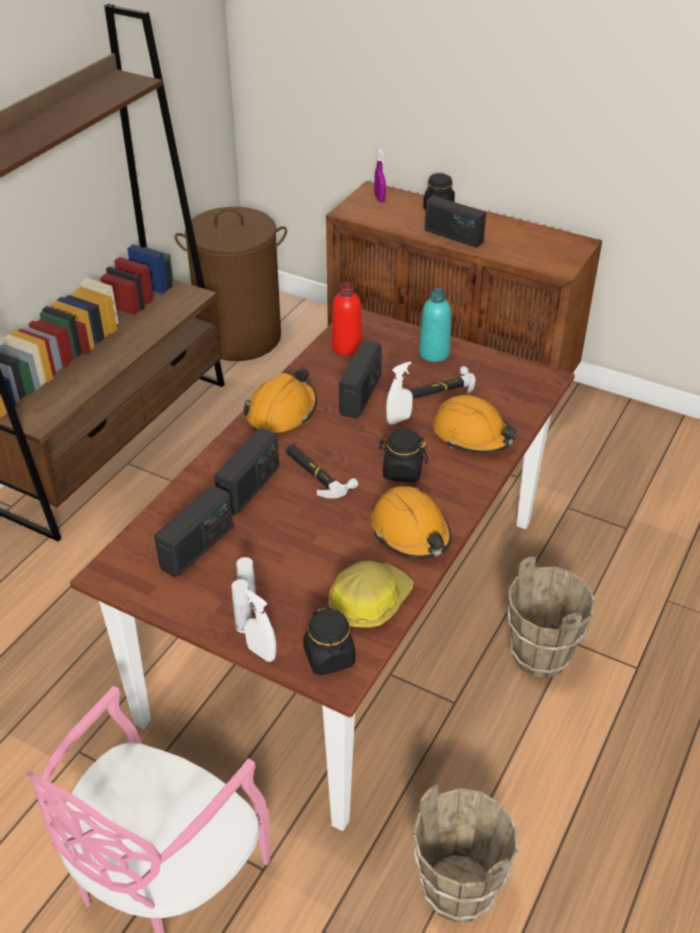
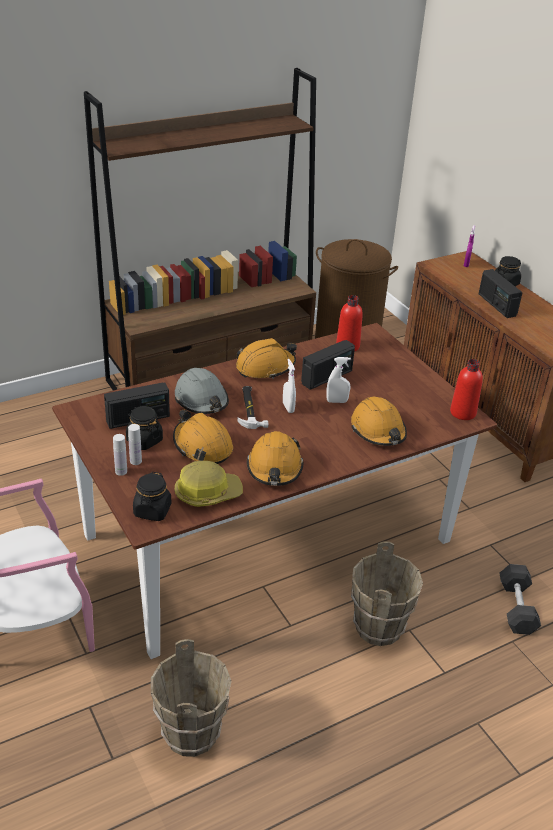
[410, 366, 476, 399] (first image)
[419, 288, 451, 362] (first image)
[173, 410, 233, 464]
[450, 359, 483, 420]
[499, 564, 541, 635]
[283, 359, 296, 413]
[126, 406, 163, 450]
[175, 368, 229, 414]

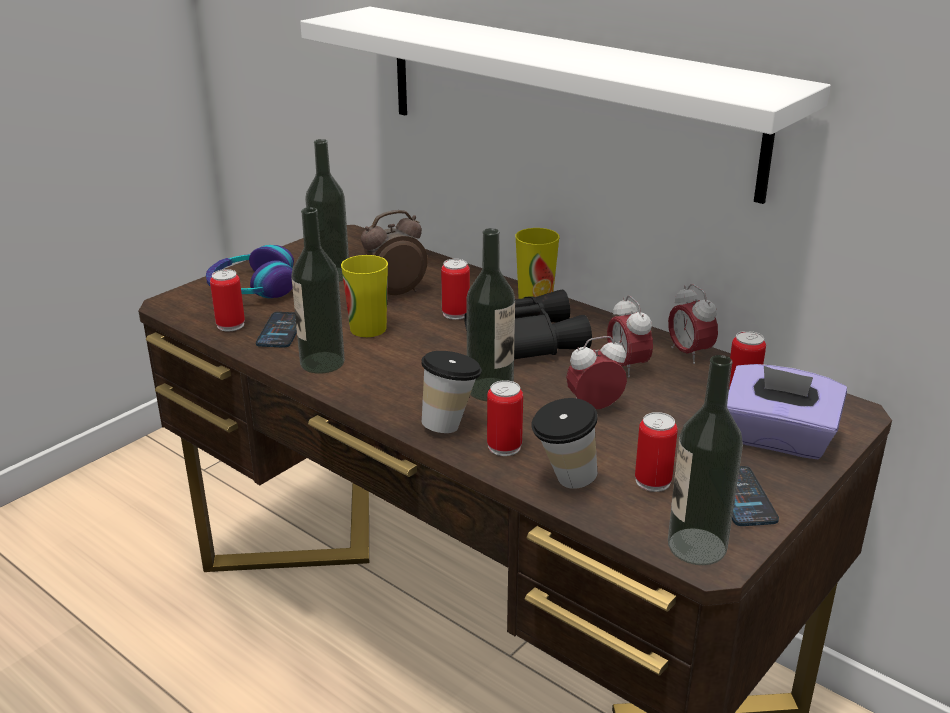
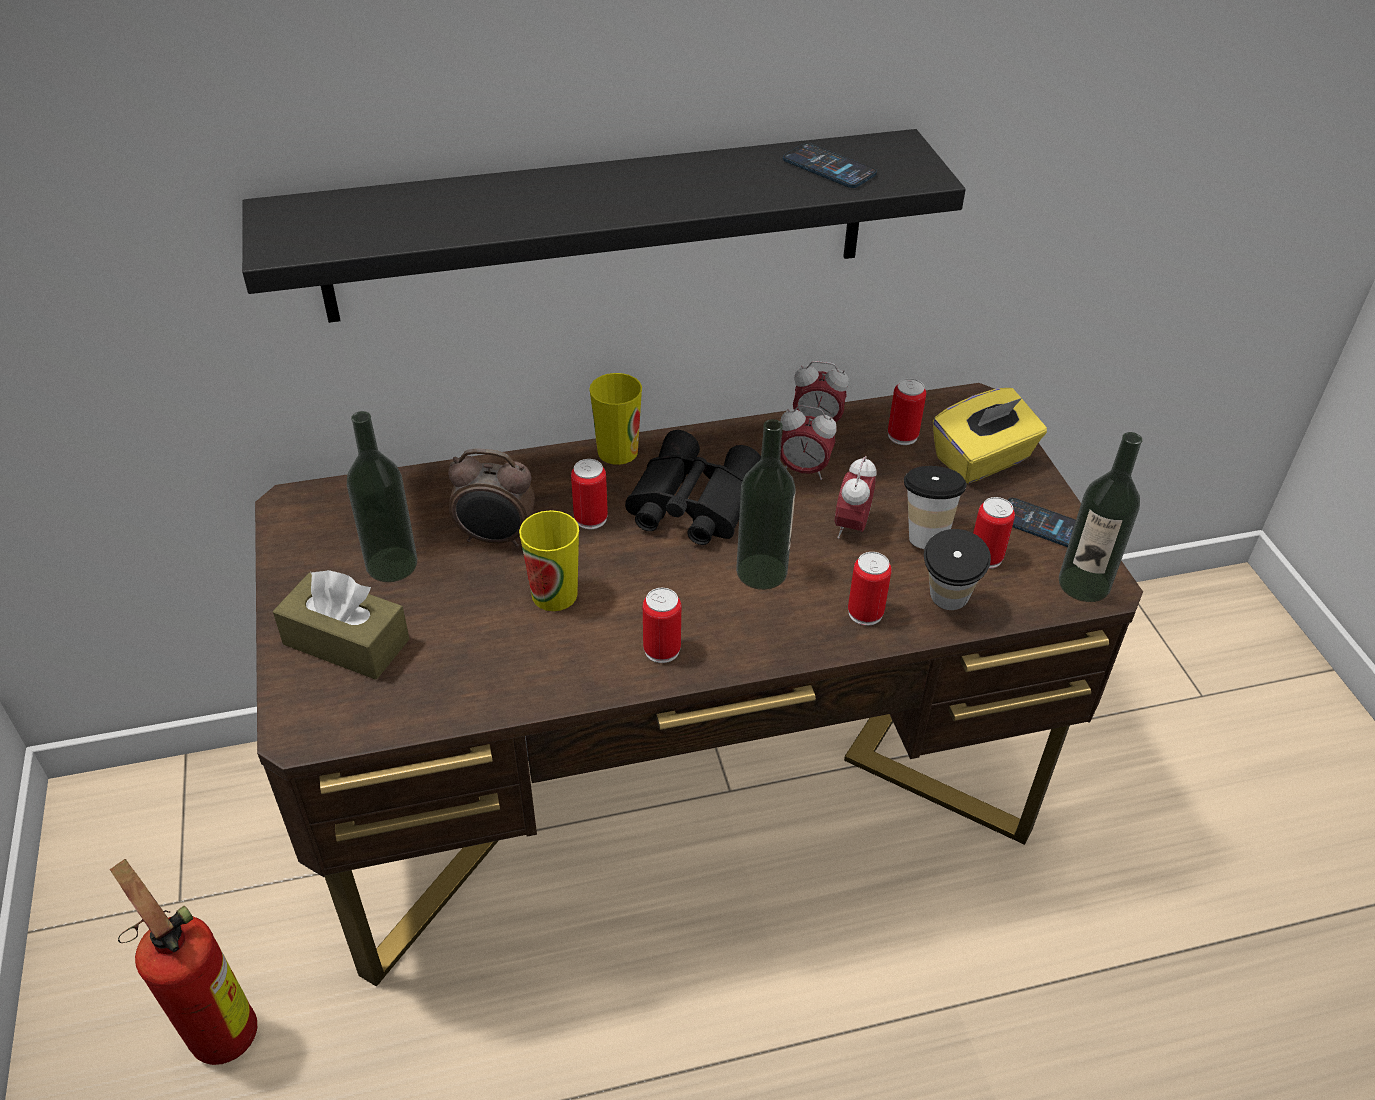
[291, 207, 345, 374] (first image)
[110, 859, 257, 1065]
[643, 588, 681, 663]
[783, 143, 877, 188]
[904, 466, 967, 549]
[273, 570, 409, 680]
[242, 129, 966, 323]
[933, 388, 1047, 483]
[449, 449, 535, 547]

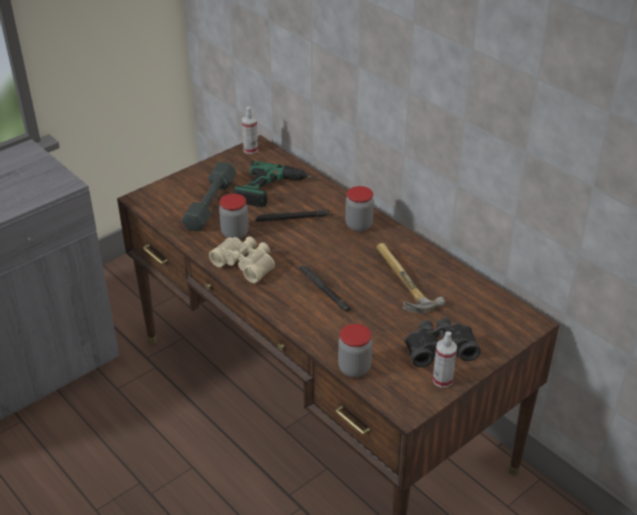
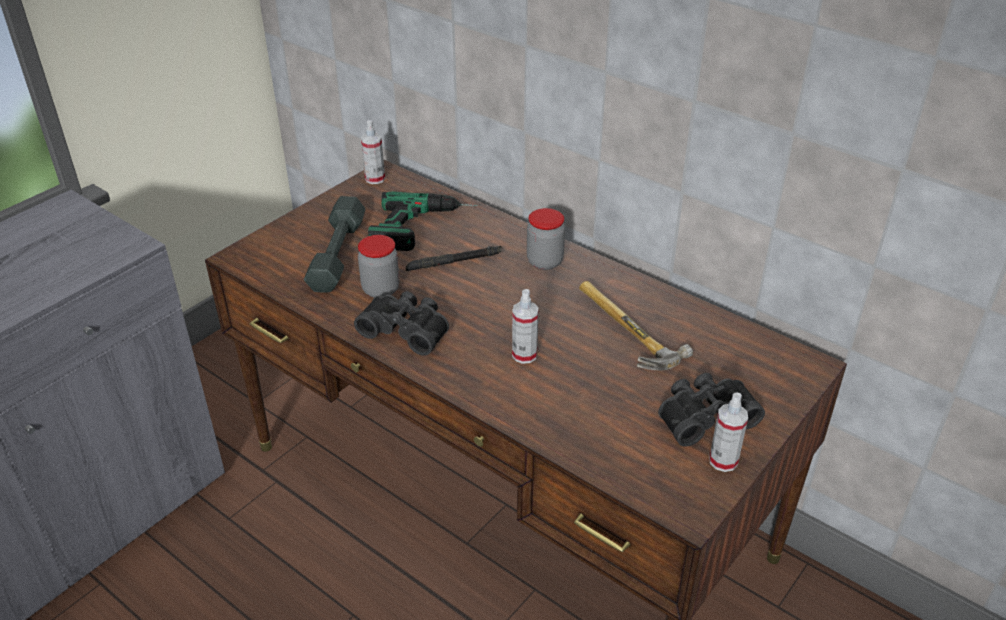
[338, 324, 372, 377] (first image)
[512, 289, 539, 364]
[354, 291, 449, 356]

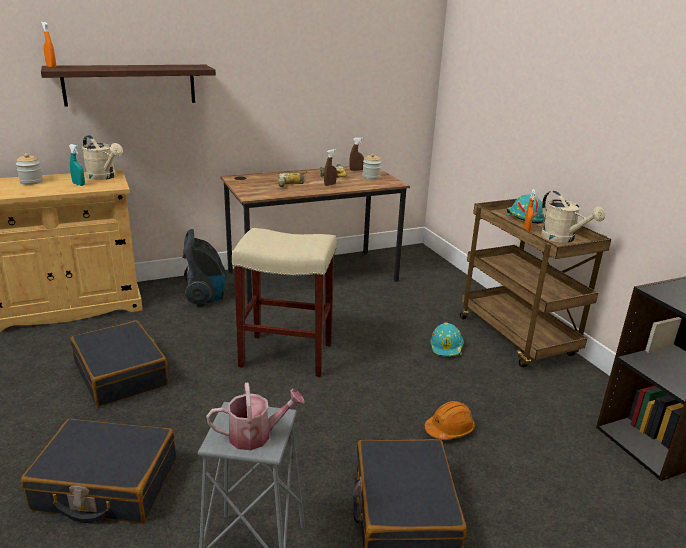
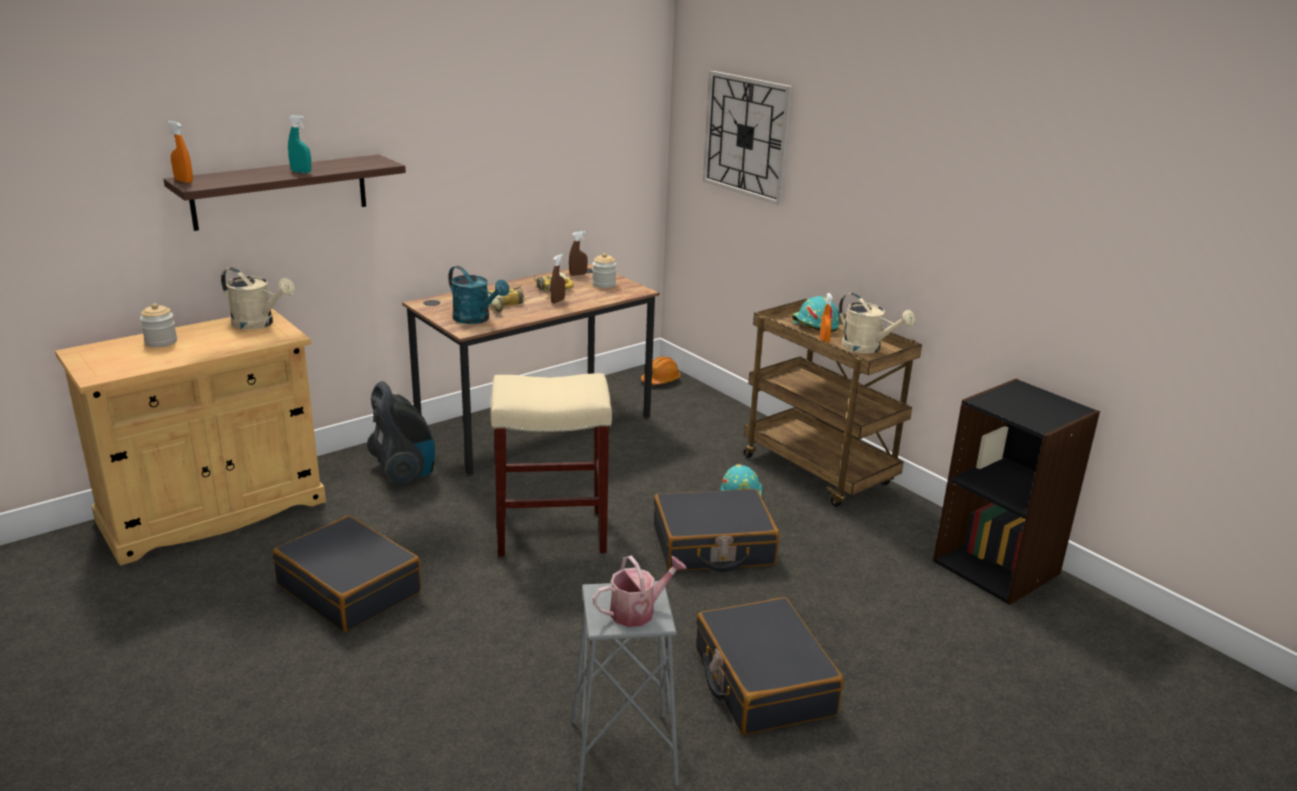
[448, 266, 509, 324]
[703, 71, 793, 205]
[654, 489, 779, 572]
[288, 115, 311, 173]
[641, 356, 681, 385]

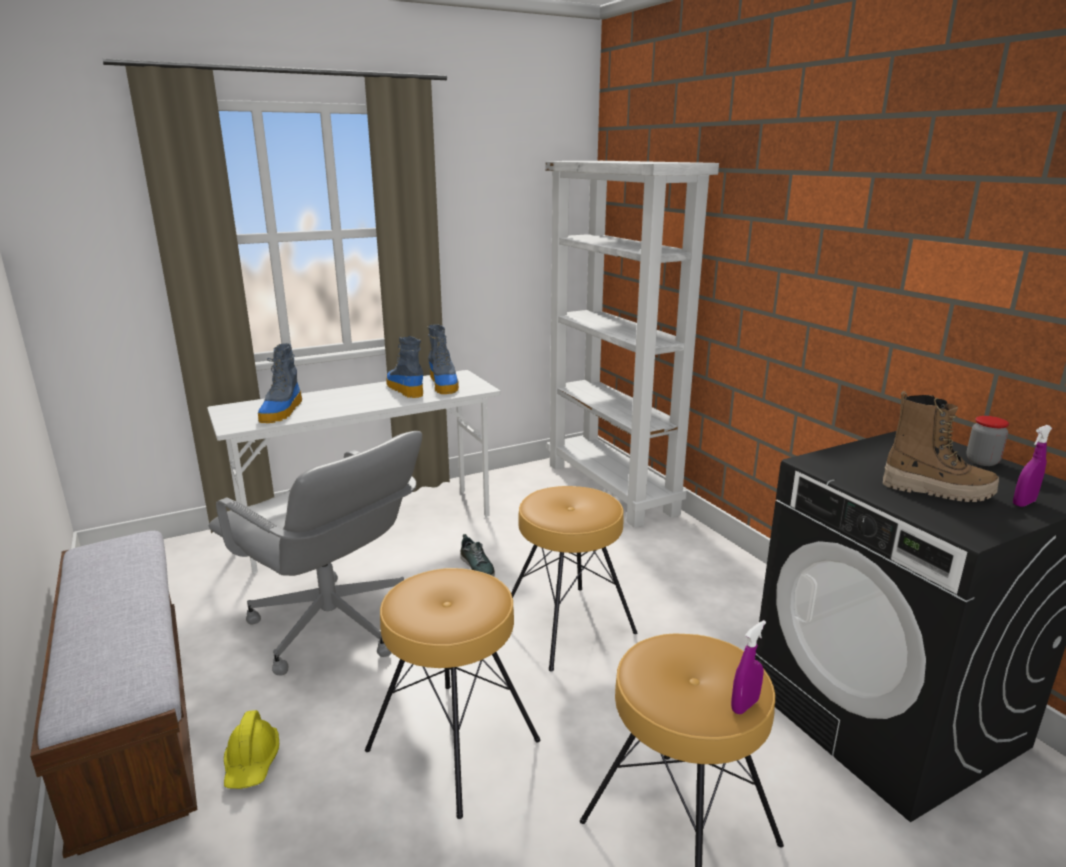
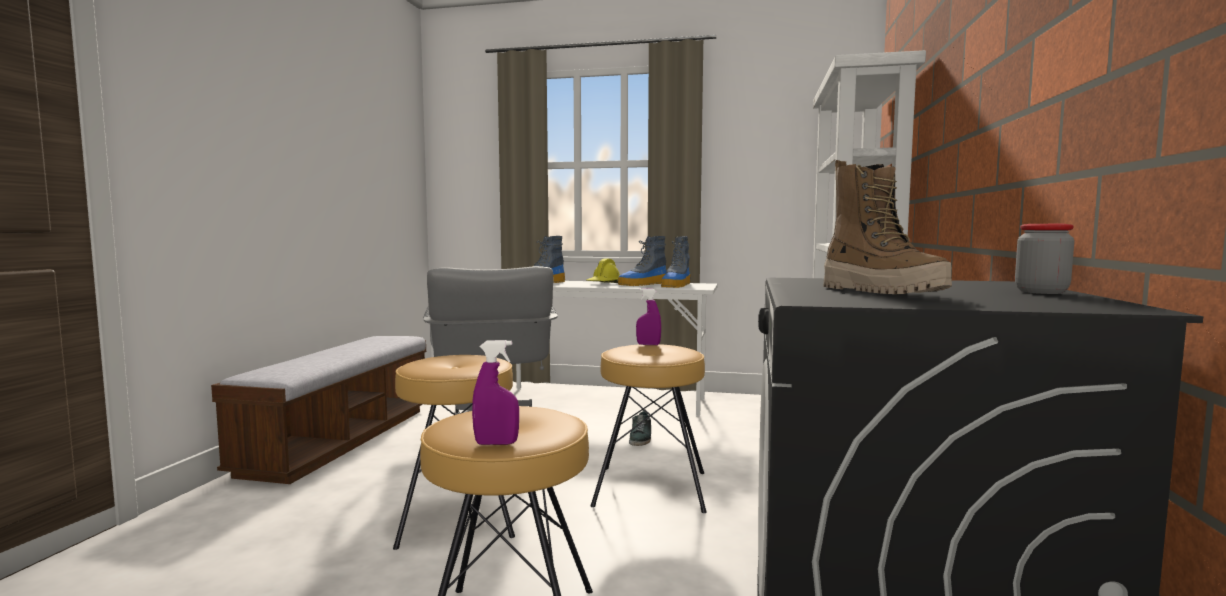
[586, 259, 620, 283]
[636, 288, 661, 345]
[618, 236, 666, 286]

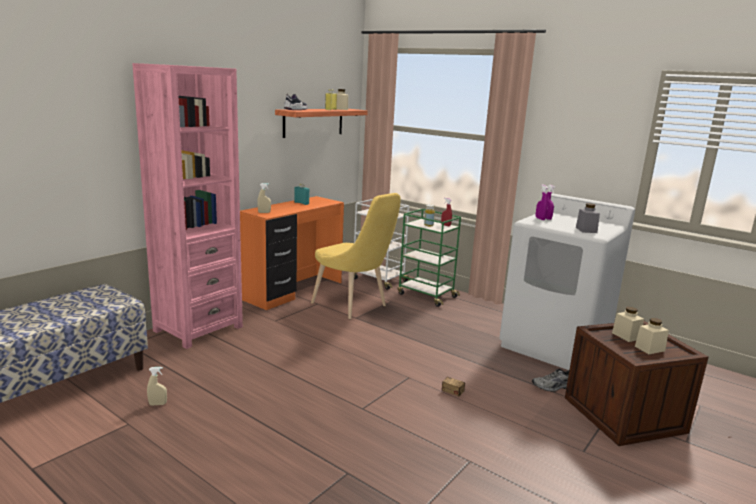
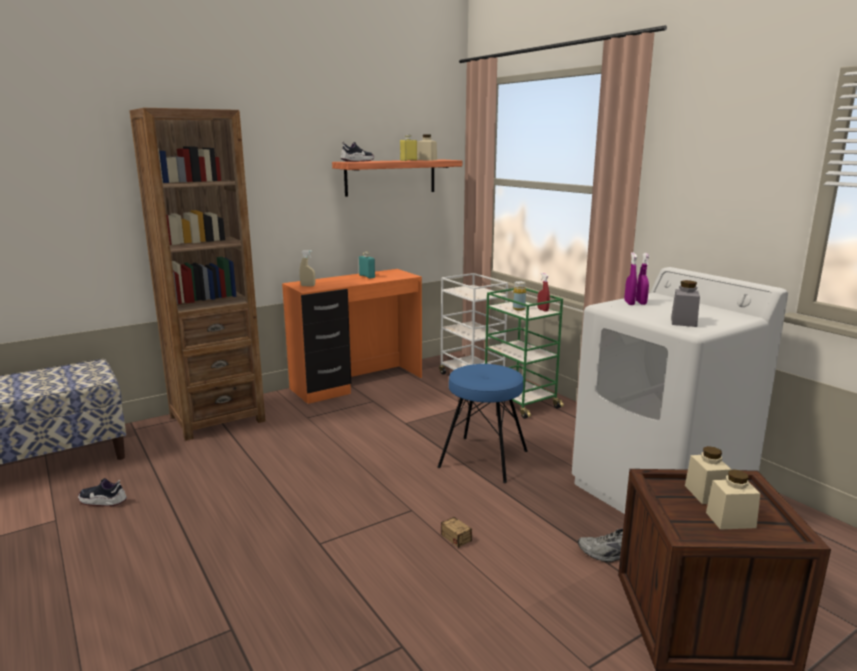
[311, 193, 401, 319] (first image)
[437, 364, 528, 483]
[78, 478, 127, 506]
[130, 108, 266, 441]

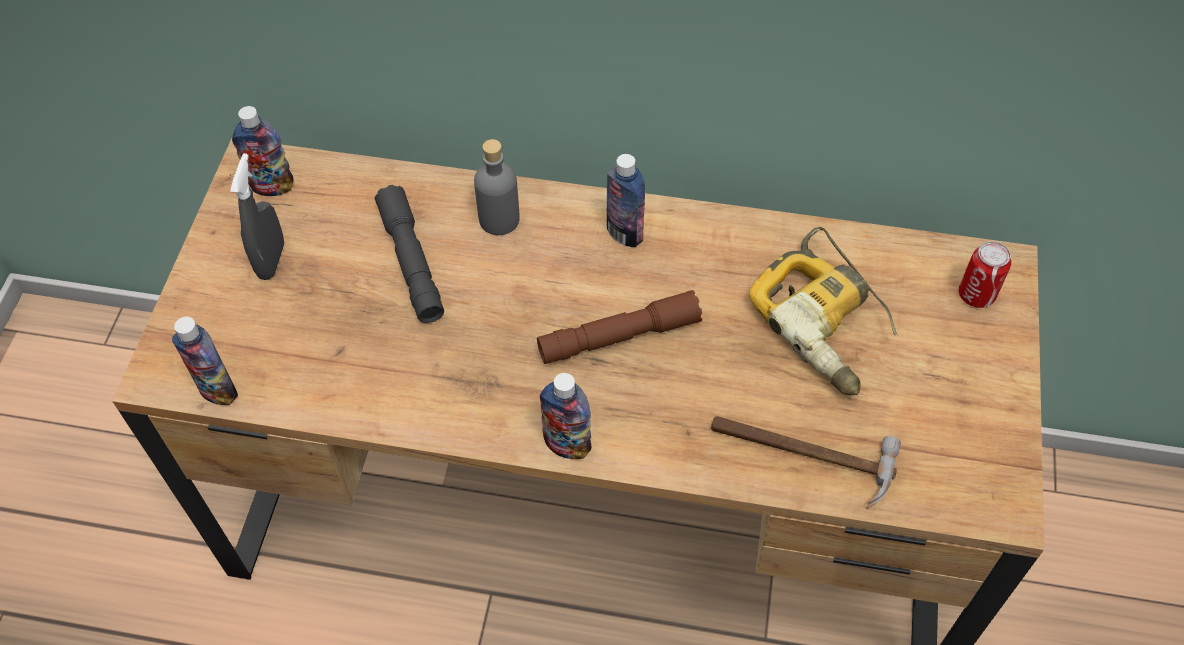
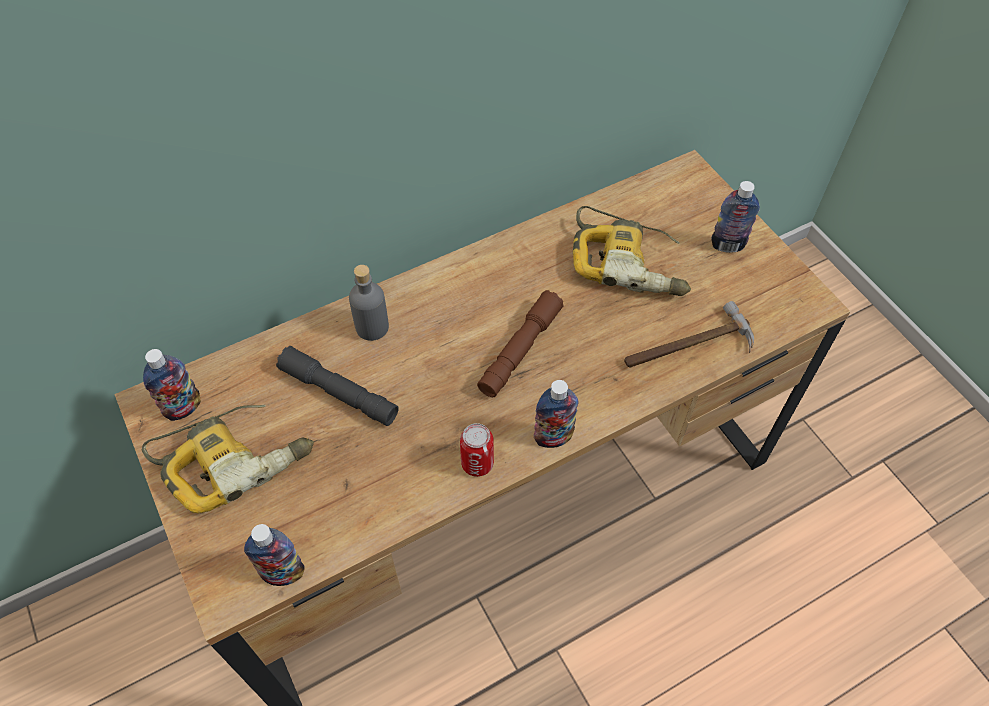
[711, 181, 760, 253]
[460, 423, 494, 477]
[141, 405, 314, 513]

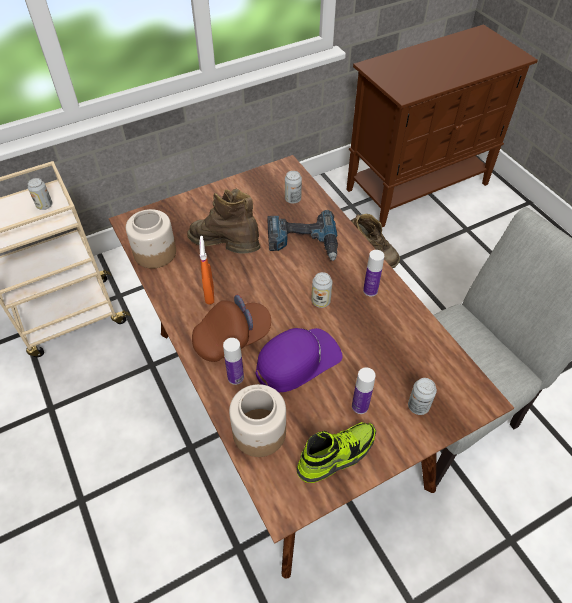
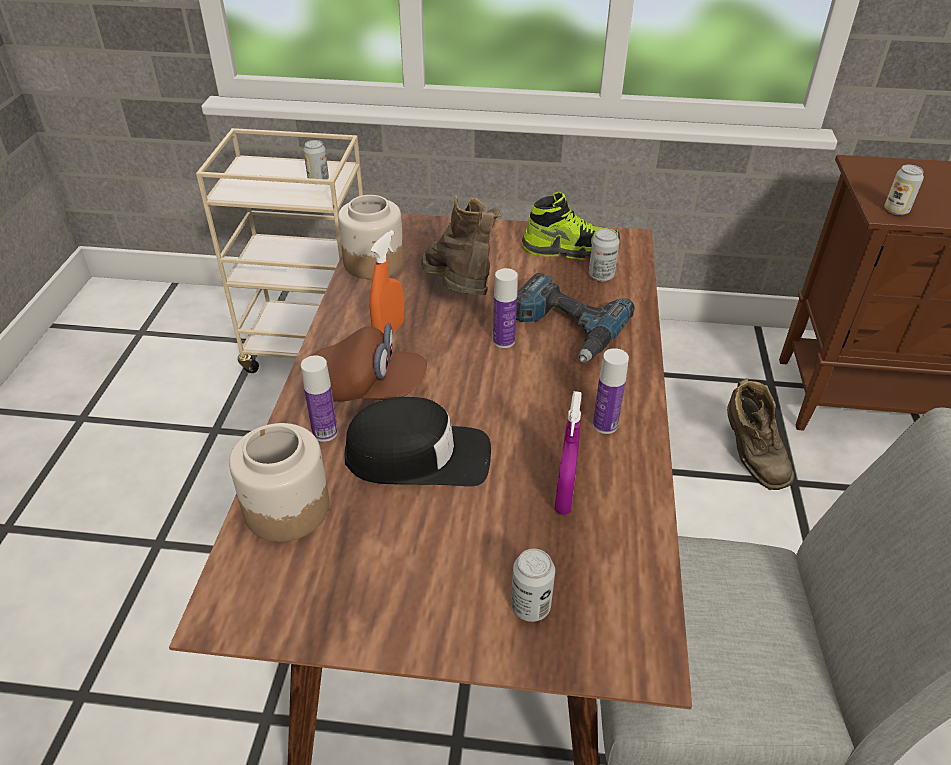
[554, 391, 581, 515]
[522, 192, 620, 260]
[884, 165, 924, 215]
[493, 268, 518, 348]
[344, 397, 491, 487]

